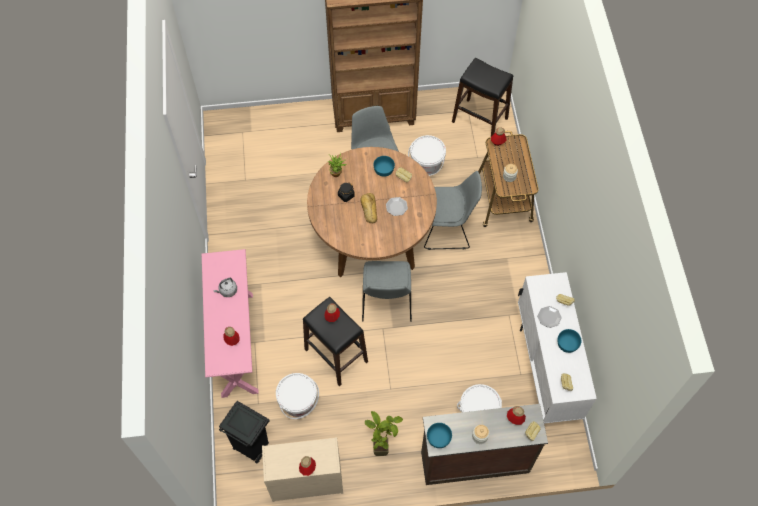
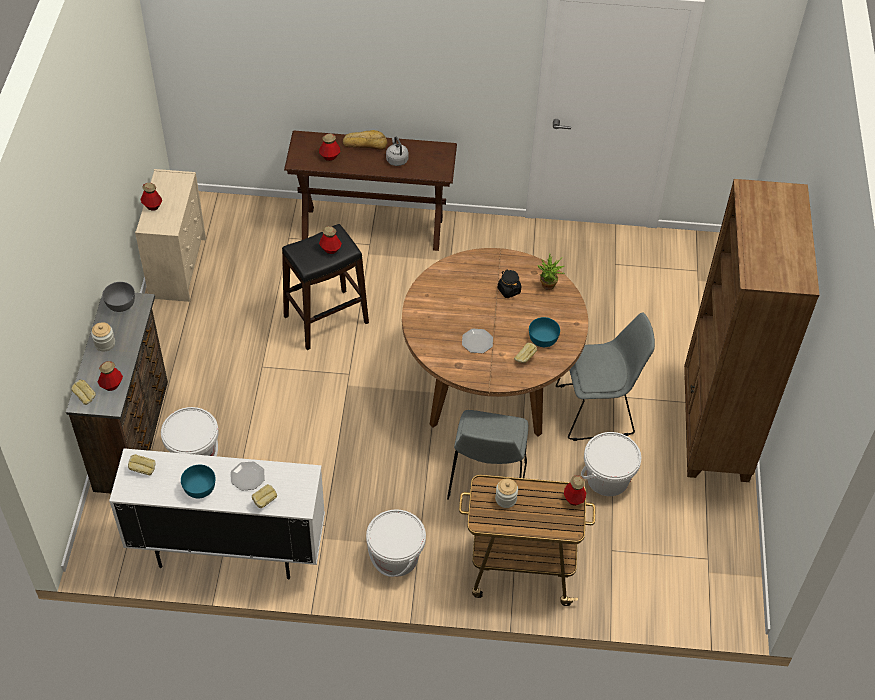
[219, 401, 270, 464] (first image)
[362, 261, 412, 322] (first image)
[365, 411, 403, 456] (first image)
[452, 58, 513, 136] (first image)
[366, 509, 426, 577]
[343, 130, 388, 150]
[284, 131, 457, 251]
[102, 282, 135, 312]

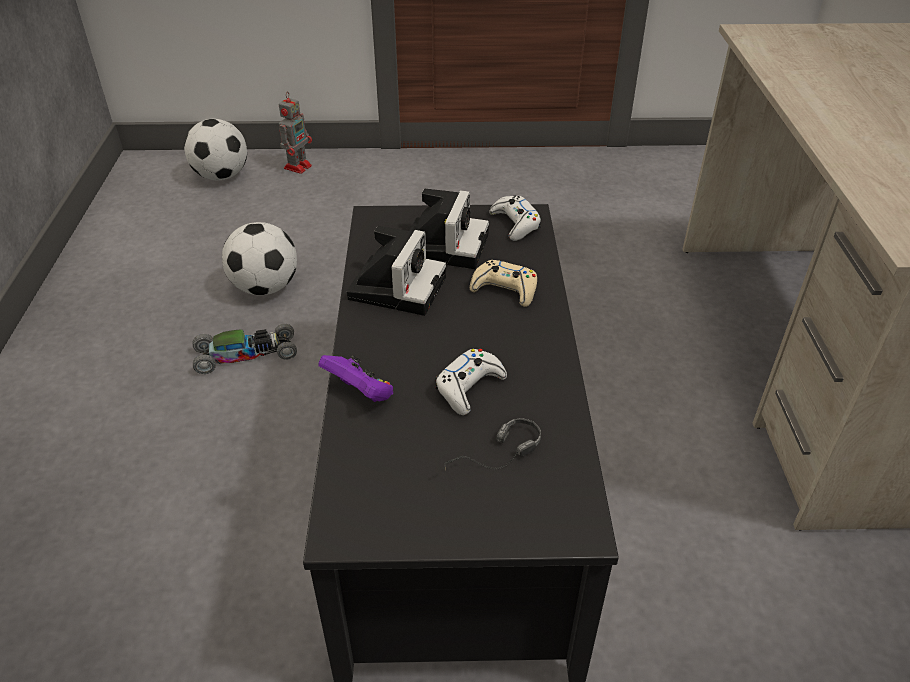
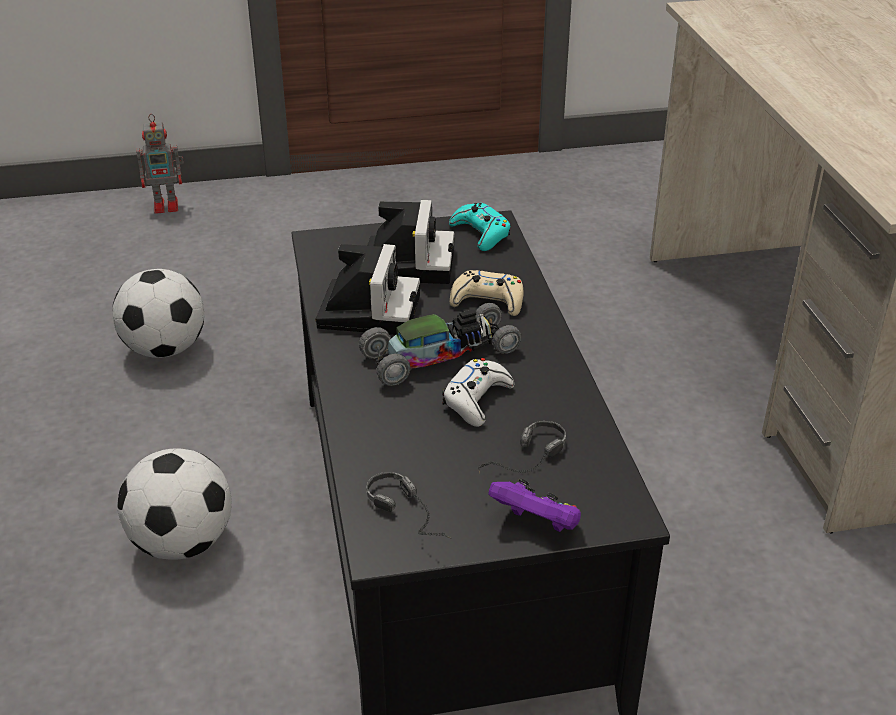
[366, 472, 451, 539]
[117, 448, 232, 560]
[359, 303, 522, 386]
[488, 479, 581, 532]
[449, 203, 511, 251]
[136, 114, 184, 214]

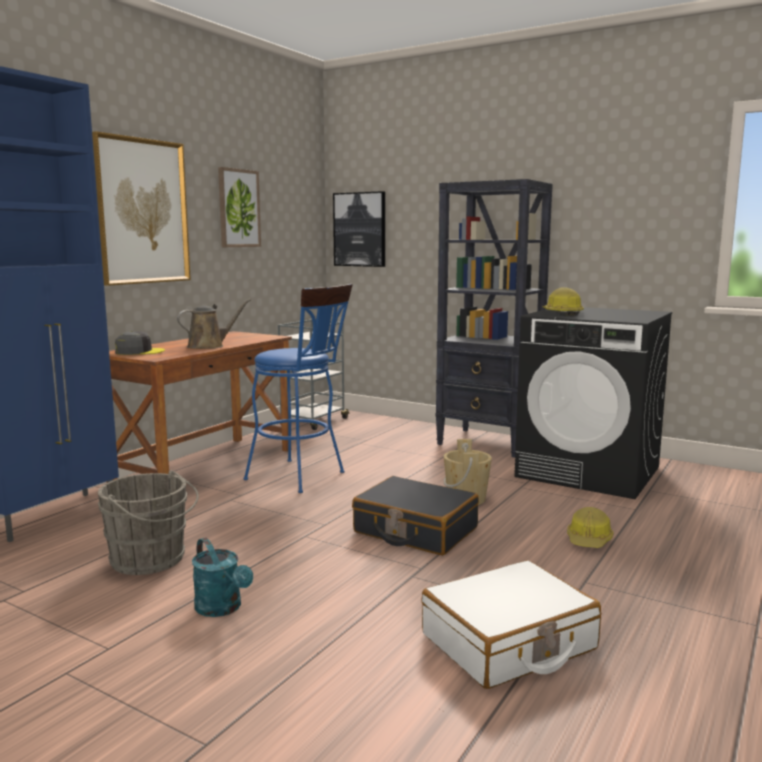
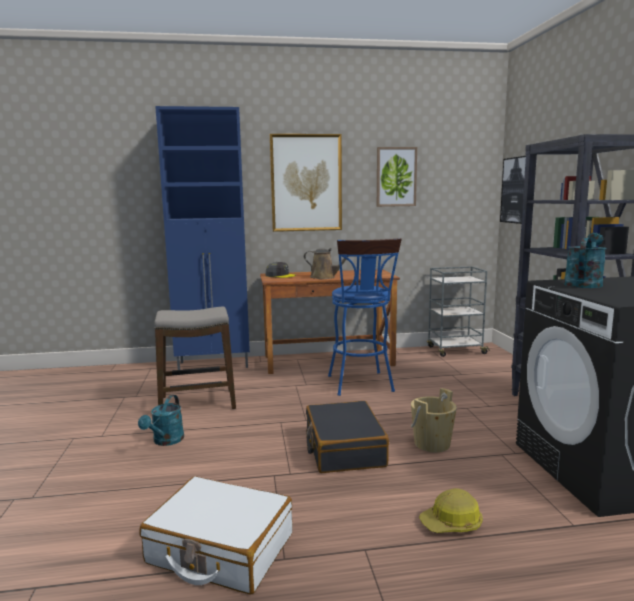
[154, 307, 236, 409]
[564, 233, 607, 288]

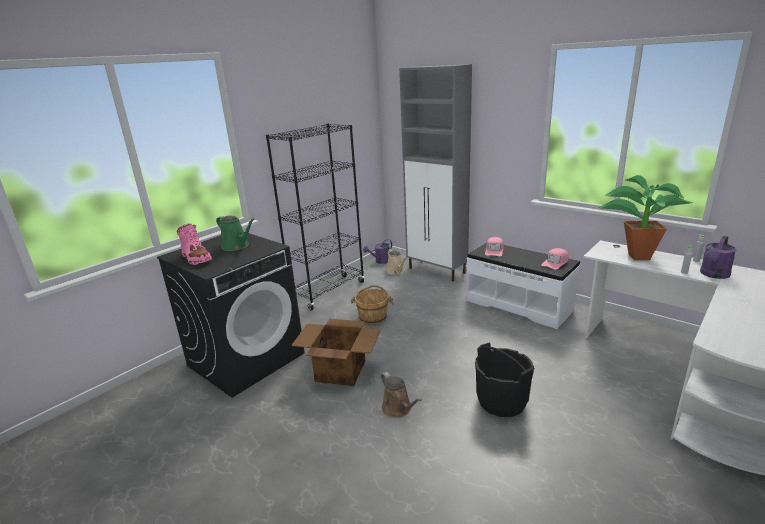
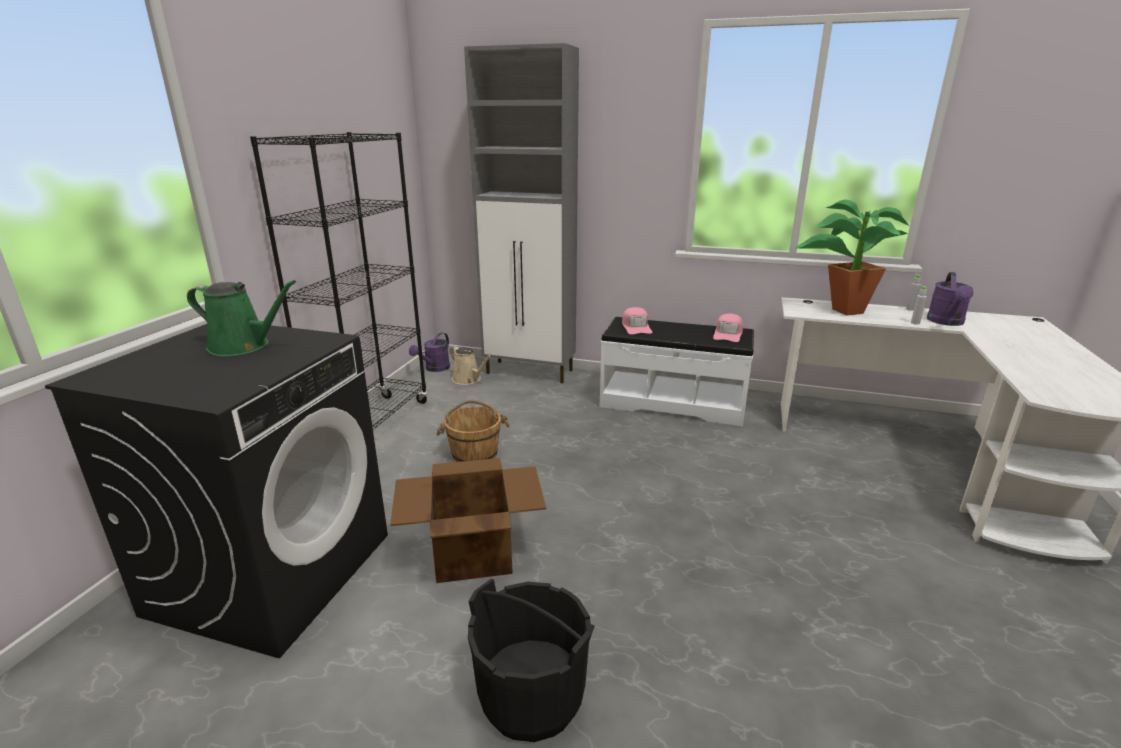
[176, 223, 212, 265] (first image)
[381, 372, 422, 418] (first image)
[468, 579, 595, 742]

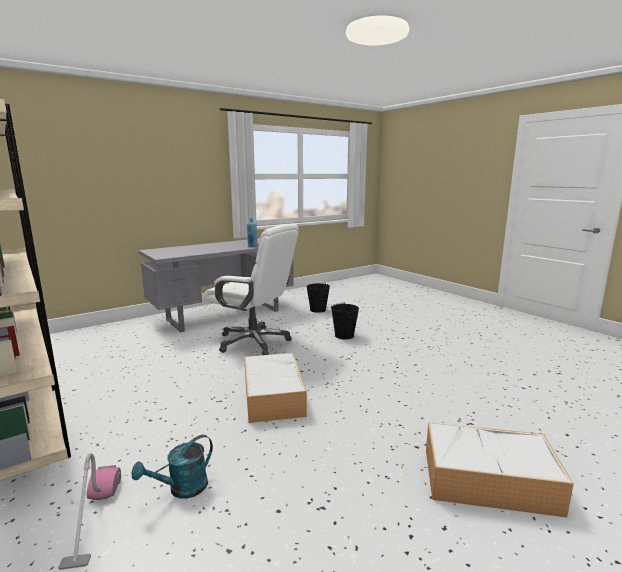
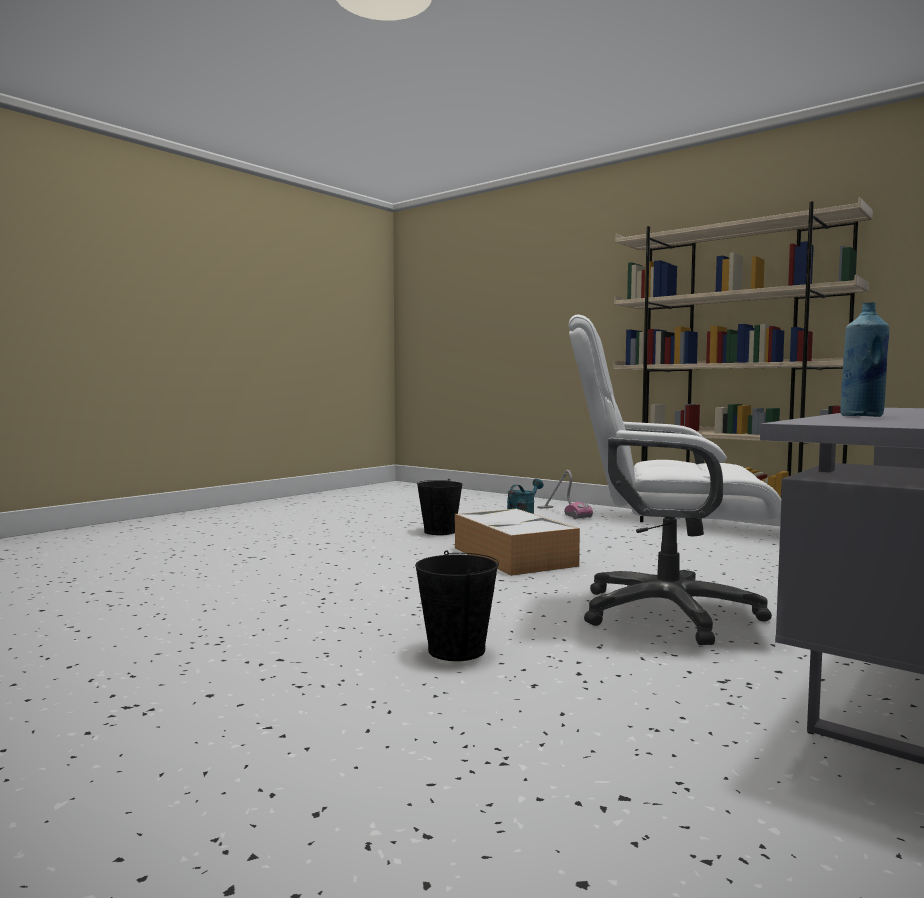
[426, 422, 574, 518] (first image)
[417, 479, 463, 535]

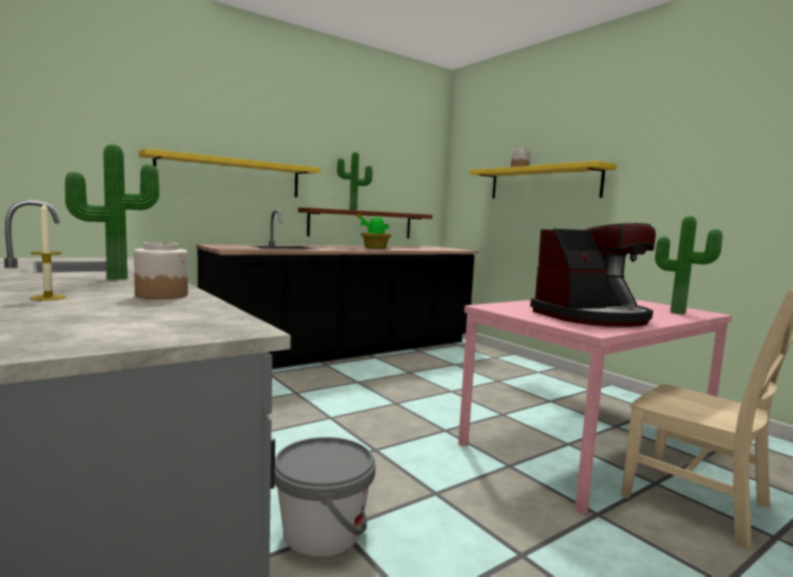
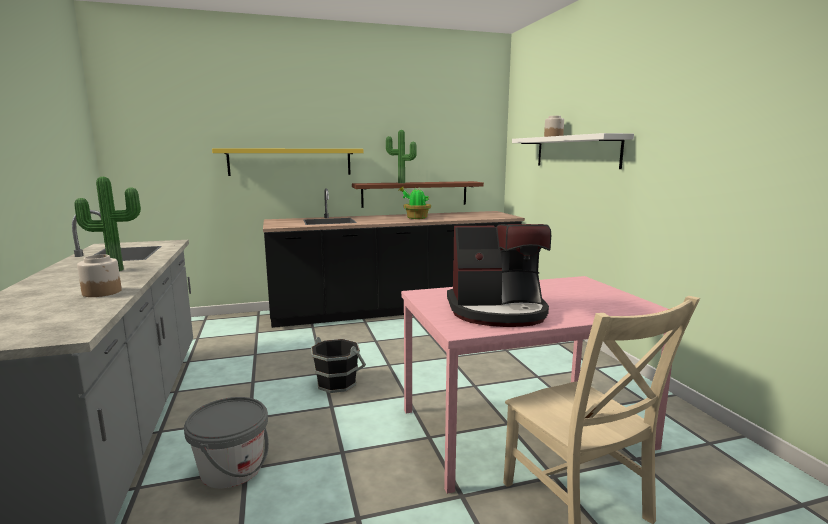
[30, 202, 66, 300] (first image)
[655, 216, 723, 315] (first image)
[311, 337, 366, 393]
[512, 133, 634, 169]

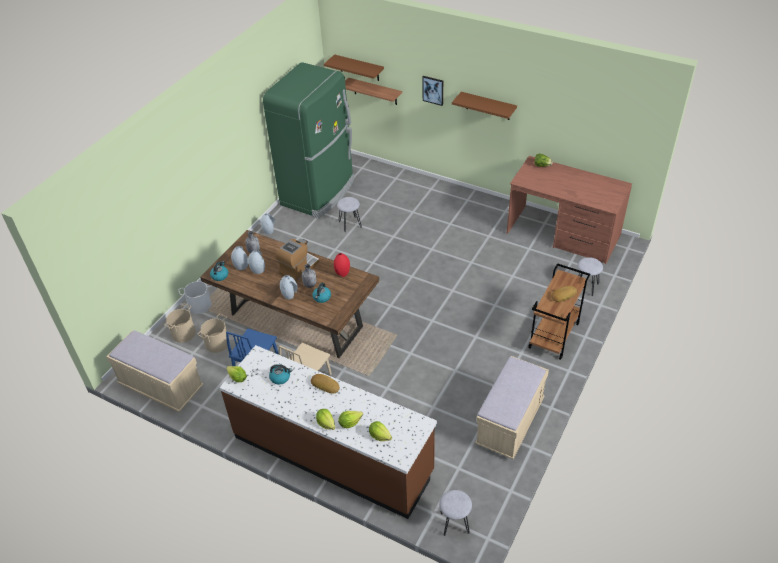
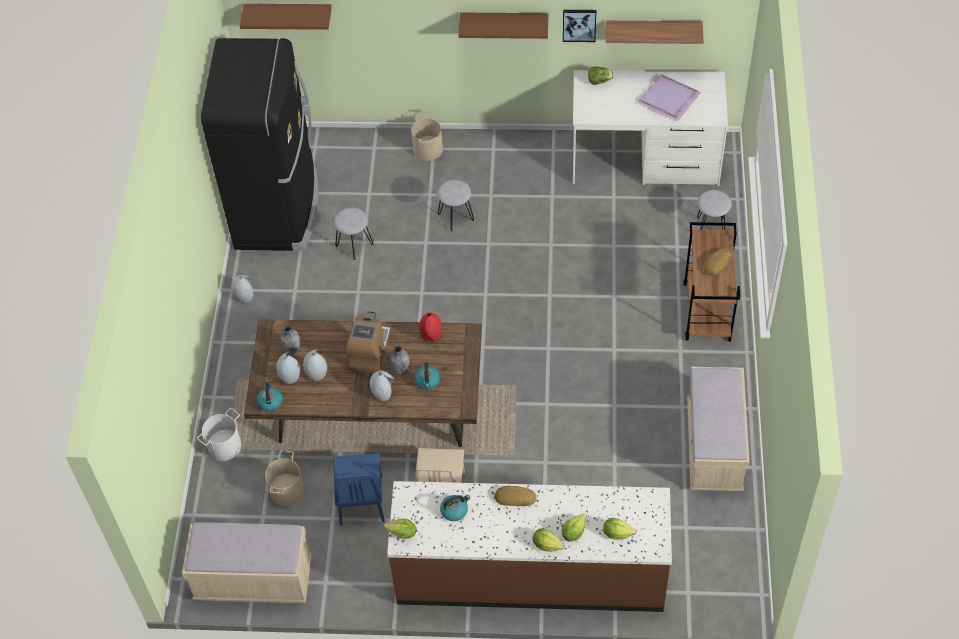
[637, 74, 701, 121]
[411, 112, 443, 161]
[606, 21, 704, 44]
[563, 10, 596, 42]
[437, 180, 474, 231]
[201, 38, 318, 251]
[573, 70, 728, 186]

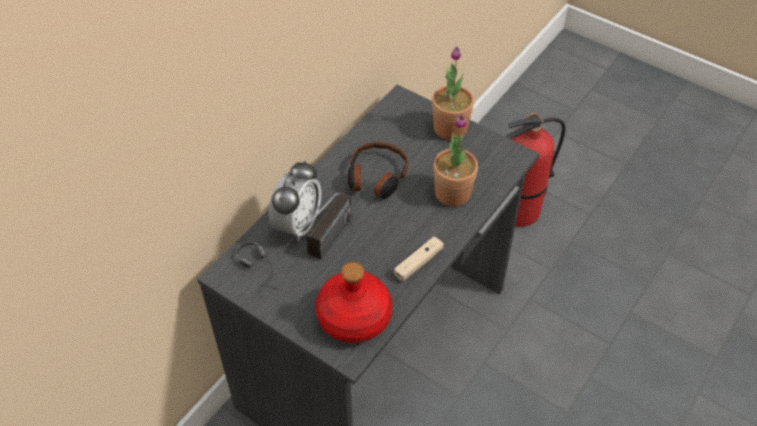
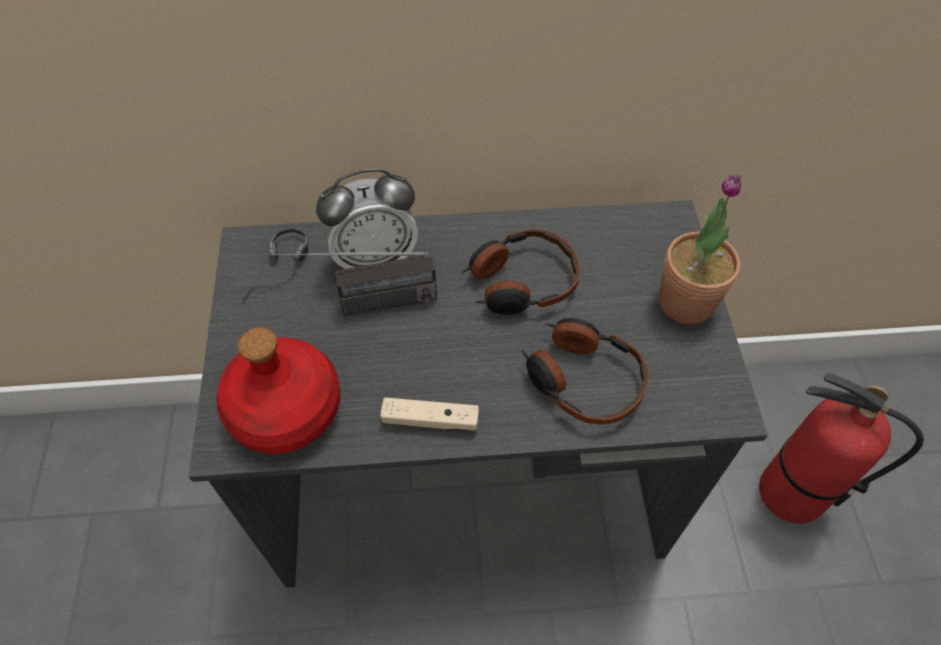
[521, 318, 649, 424]

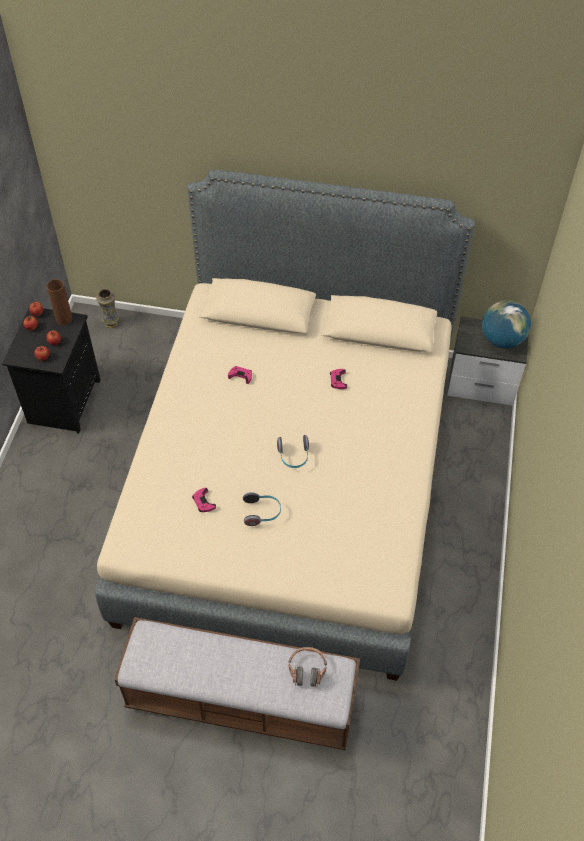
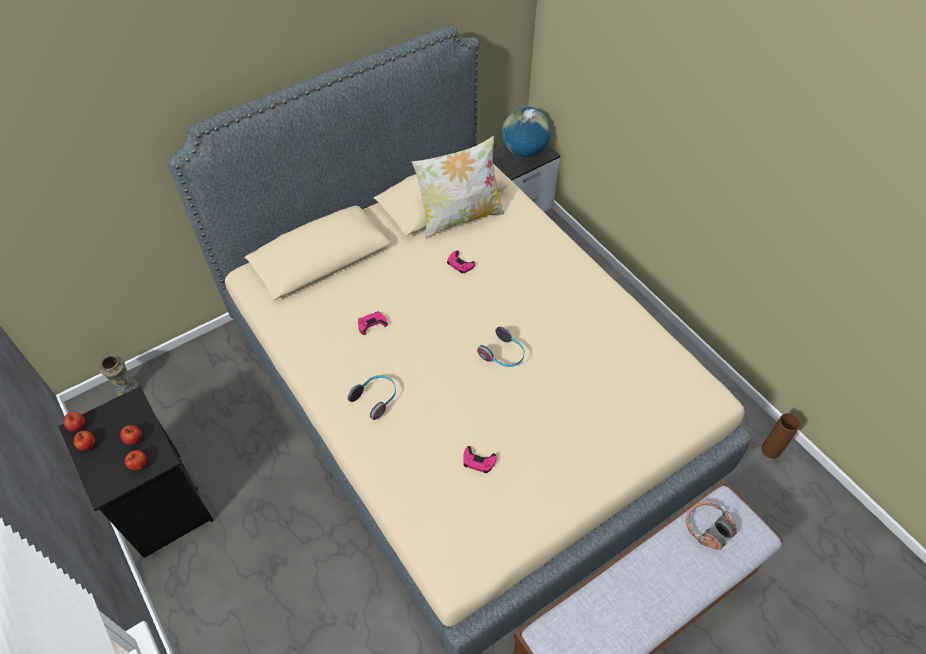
[411, 136, 504, 239]
[761, 413, 801, 459]
[347, 375, 396, 420]

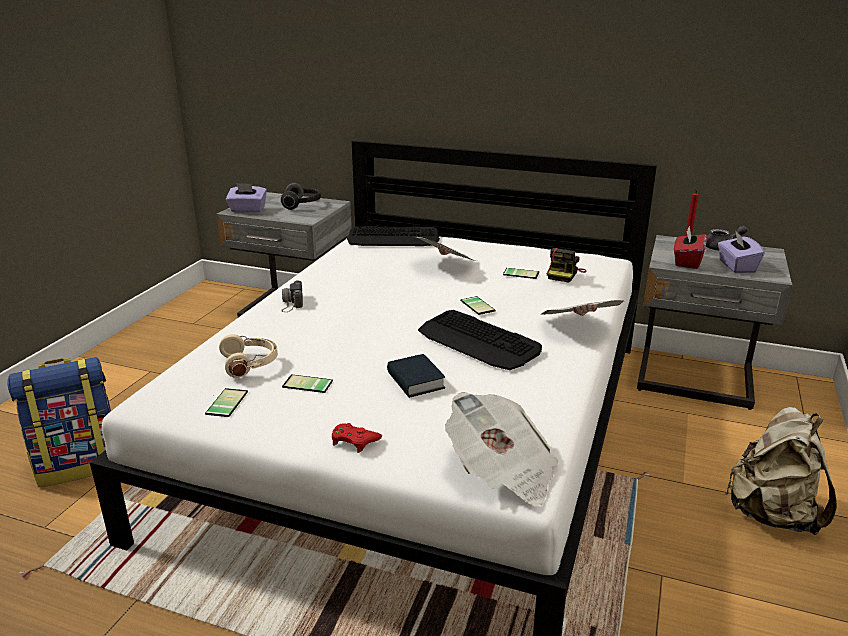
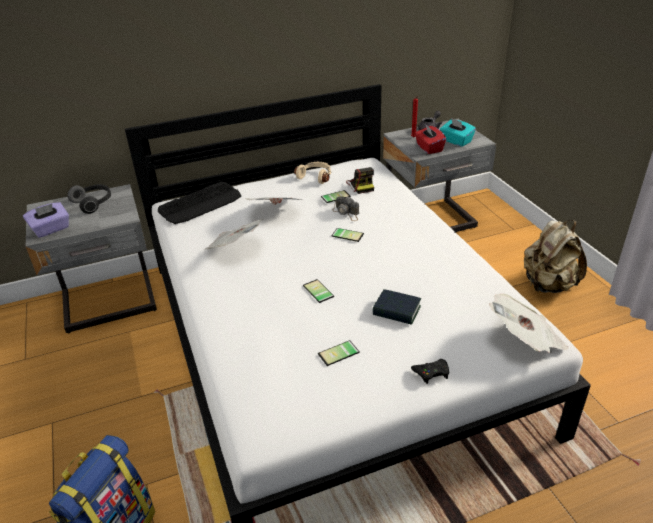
[418, 310, 542, 370] (first image)
[303, 279, 334, 303]
[294, 162, 331, 184]
[333, 196, 359, 221]
[204, 219, 263, 250]
[411, 359, 449, 384]
[440, 118, 476, 147]

